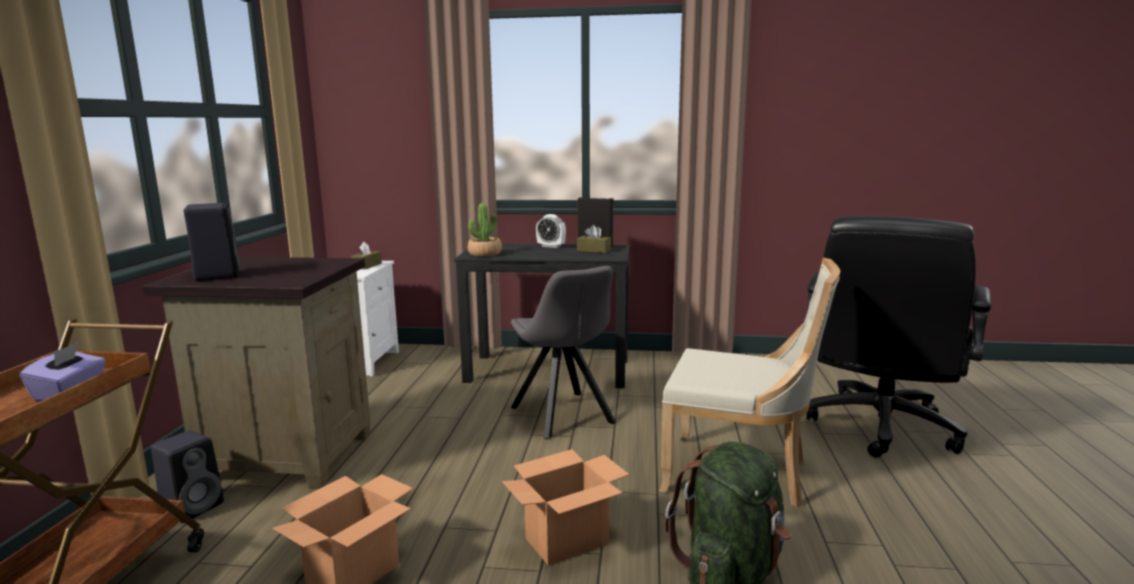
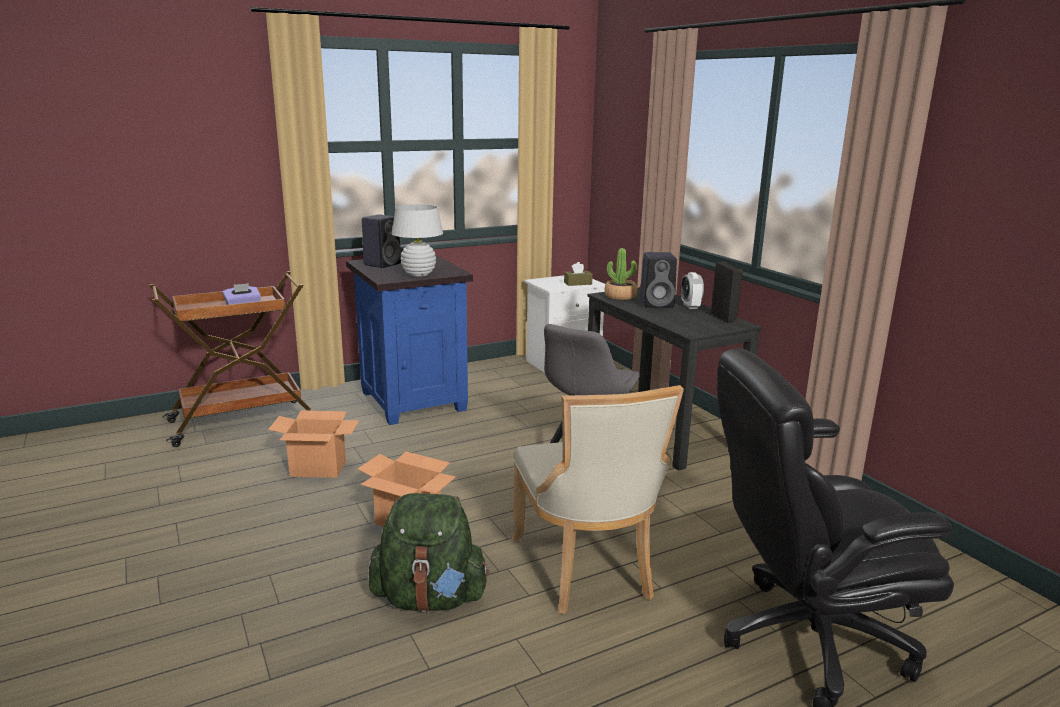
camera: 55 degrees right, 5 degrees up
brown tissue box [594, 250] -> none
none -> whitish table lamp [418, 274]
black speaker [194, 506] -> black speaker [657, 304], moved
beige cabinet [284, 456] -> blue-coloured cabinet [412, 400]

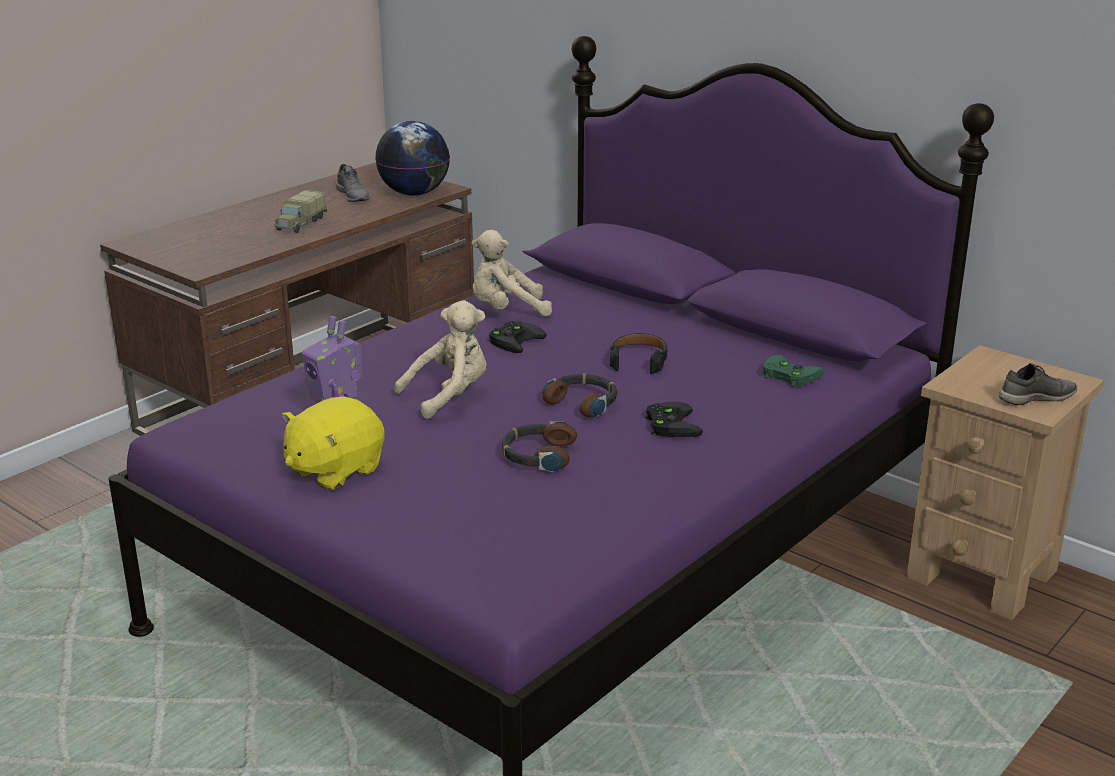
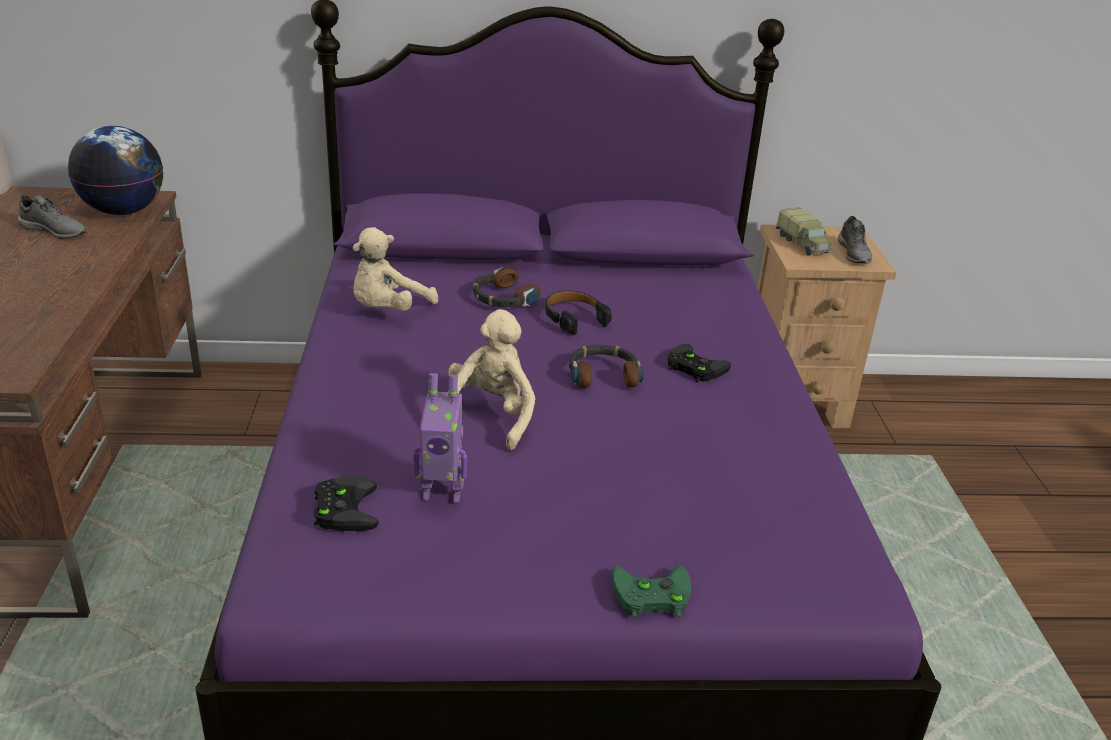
camera: 45 degrees left, 5 degrees up
yellow-coloured soft toy [334, 470] -> none
toy lorry [300, 224] -> toy lorry [803, 244], moved
black game controller [515, 339] -> black game controller [343, 507], moved
pair of headphones [537, 455] -> pair of headphones [503, 298], moved
green game controller [787, 375] -> green game controller [649, 595], moved
grey item of footwear [1035, 397] -> grey item of footwear [854, 253], 150 degrees clockwise

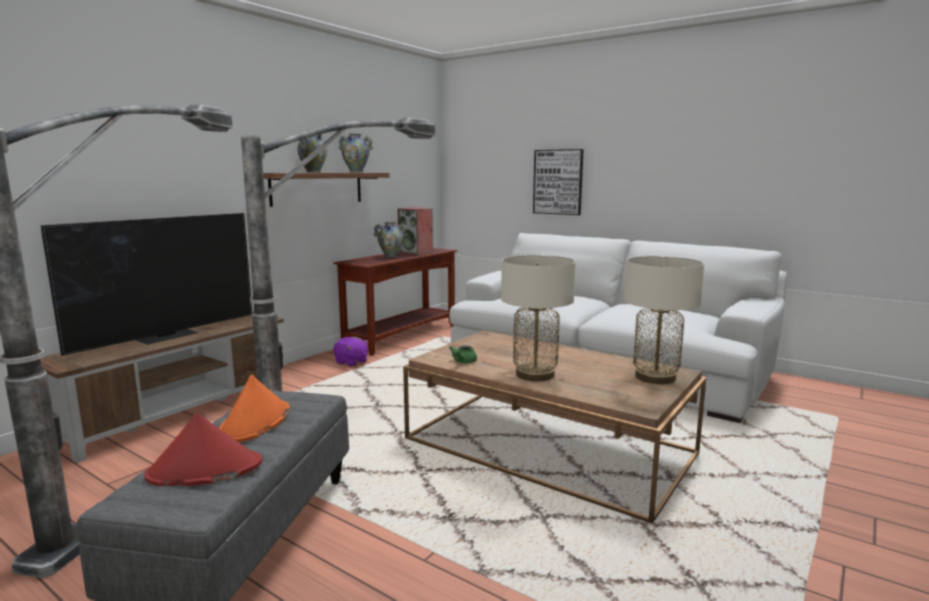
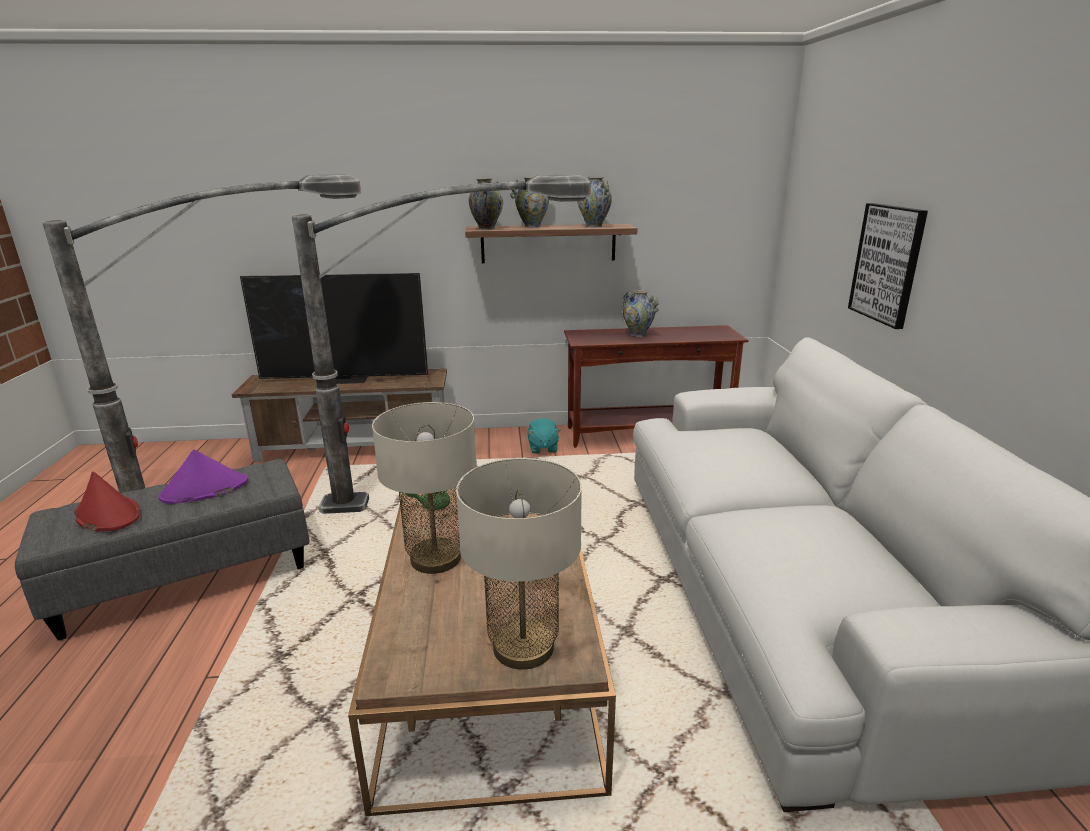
camera: 50 degrees right, 10 degrees up
speaker [416, 253] -> none
none -> vase [486, 228]
orangey clothing hat [255, 422] -> purple clothing hat [204, 489]
purple soft toy [351, 362] -> turquoise-coloured soft toy [542, 448]

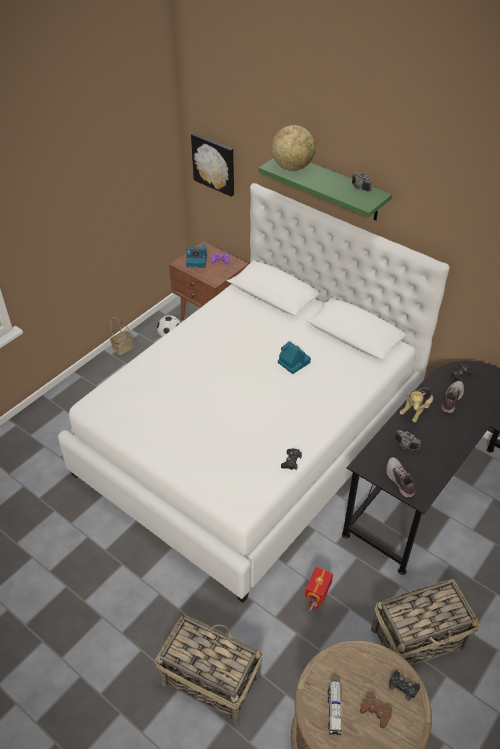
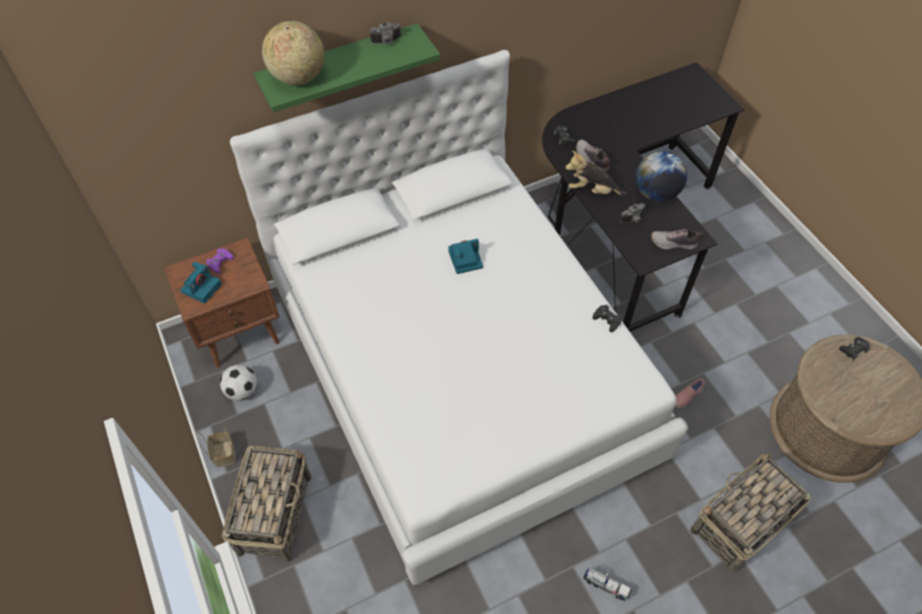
camera: 65 degrees left, 10 degrees up
wall picture [214, 163] -> none
brown game controller [376, 712] -> none
none -> world globe [656, 193]
toy lorry [334, 710] -> toy lorry [605, 585], moved
household basket [419, 638] -> household basket [275, 513], moved
model robot [316, 601] -> pink-coloured item of footwear [686, 396]
soft toy [416, 410] -> soft toy [592, 190], 135 degrees clockwise

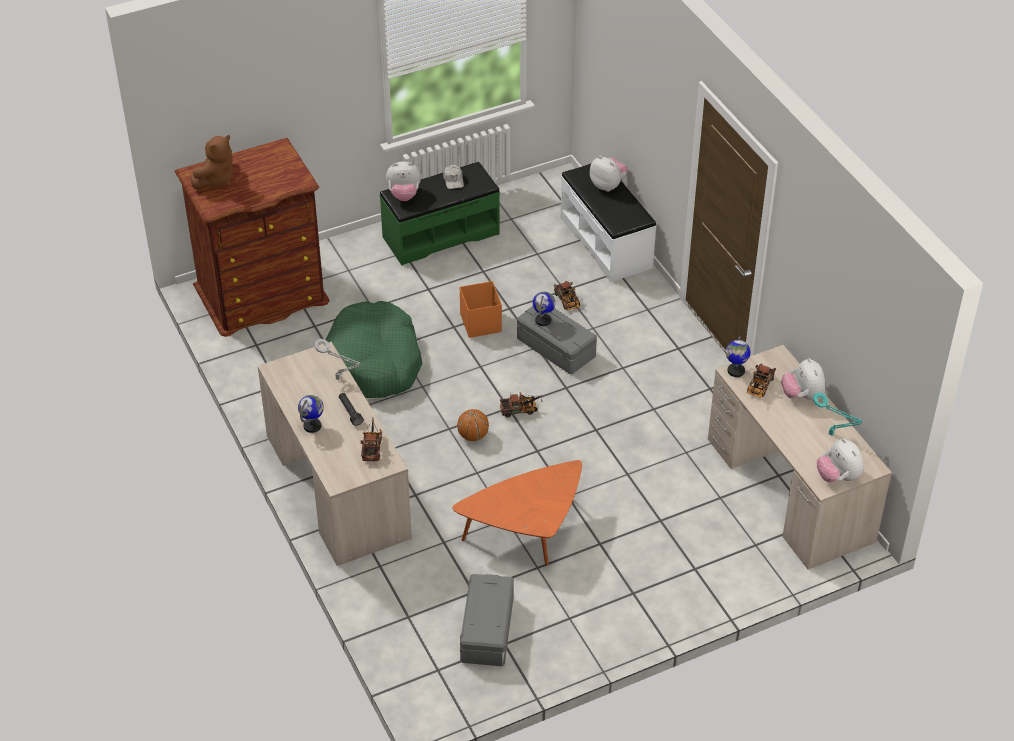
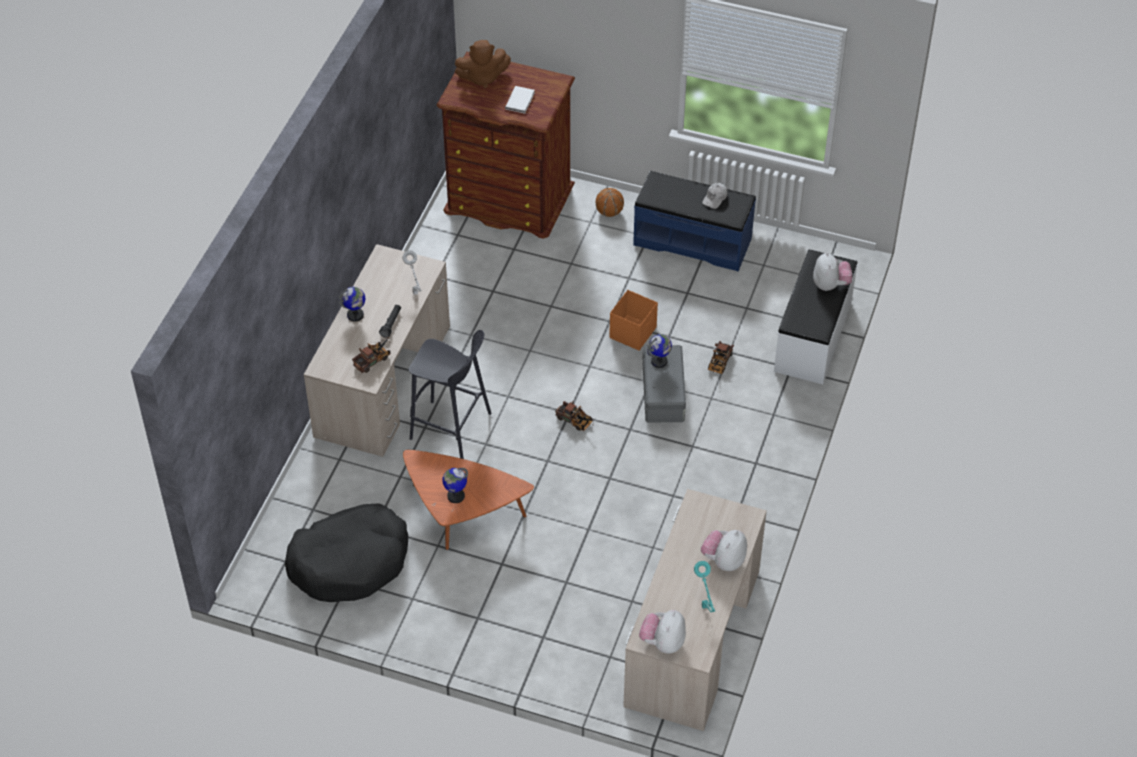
camera: 45 degrees right, 5 degrees up
green pet bed [375, 362] -> none
soft toy [404, 195] -> none
toy lorry [759, 387] -> none
none -> grey stool seat [451, 430]
none -> whitish volume [521, 100]
basketball [473, 436] -> basketball [609, 212], moved
world globe [735, 371] -> world globe [455, 496], moved
grey storage box [488, 630] -> black pet bed [350, 562]
green bench [440, 235] -> blue-coloured bench [692, 241]

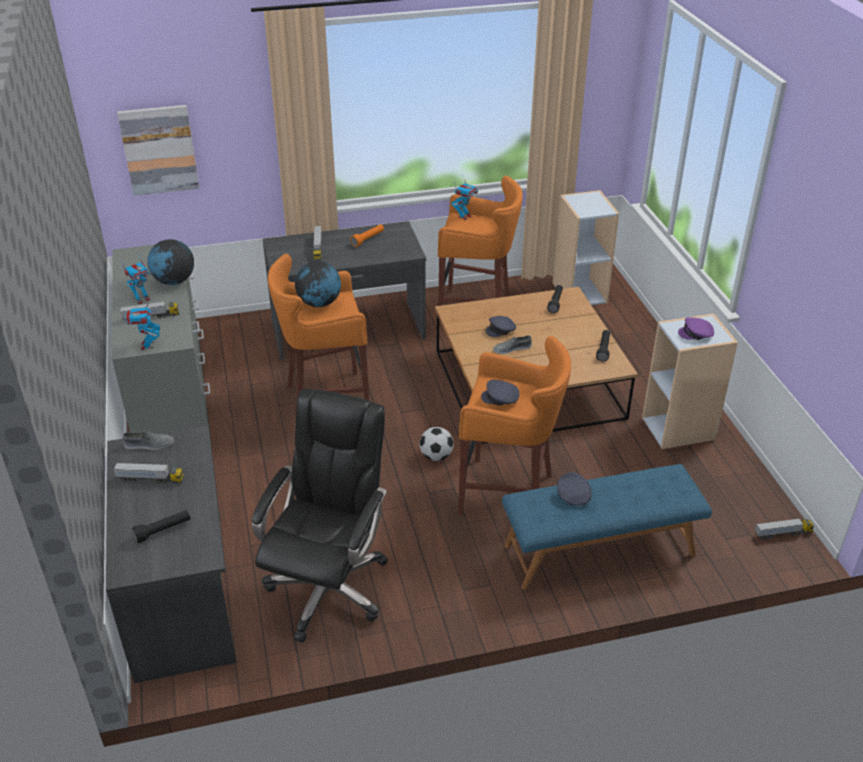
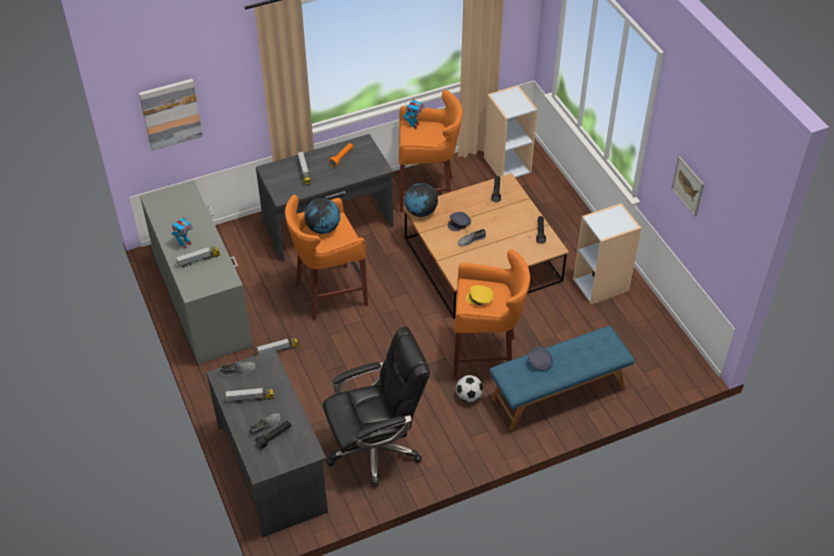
camera: 10 degrees left, 10 degrees up
model robot [147, 345] -> none
purple cap [696, 334] -> none
none -> grey item of footwear [265, 427]
none -> wall picture [688, 186]
world globe [174, 281] -> world globe [420, 212], moved
football [436, 456] -> football [469, 396], moved
toy lorry [782, 534] -> toy lorry [278, 350], moved
grey cap [500, 398] -> yellow-coloured cap [480, 298]
black desk chair [329, 588] -> black desk chair [375, 449], 60 degrees clockwise

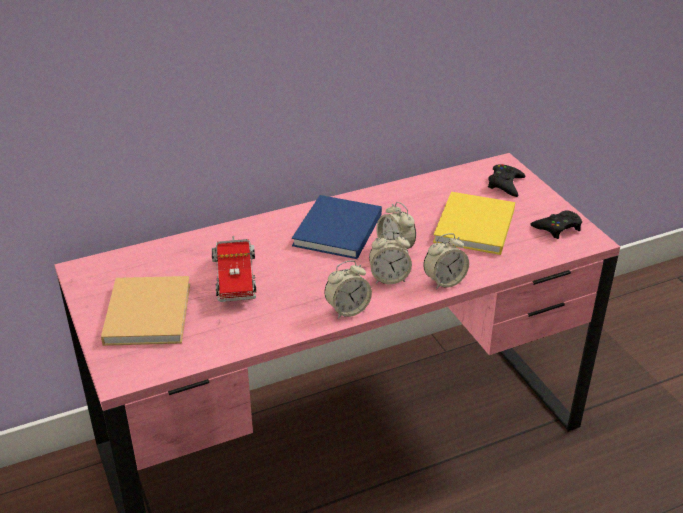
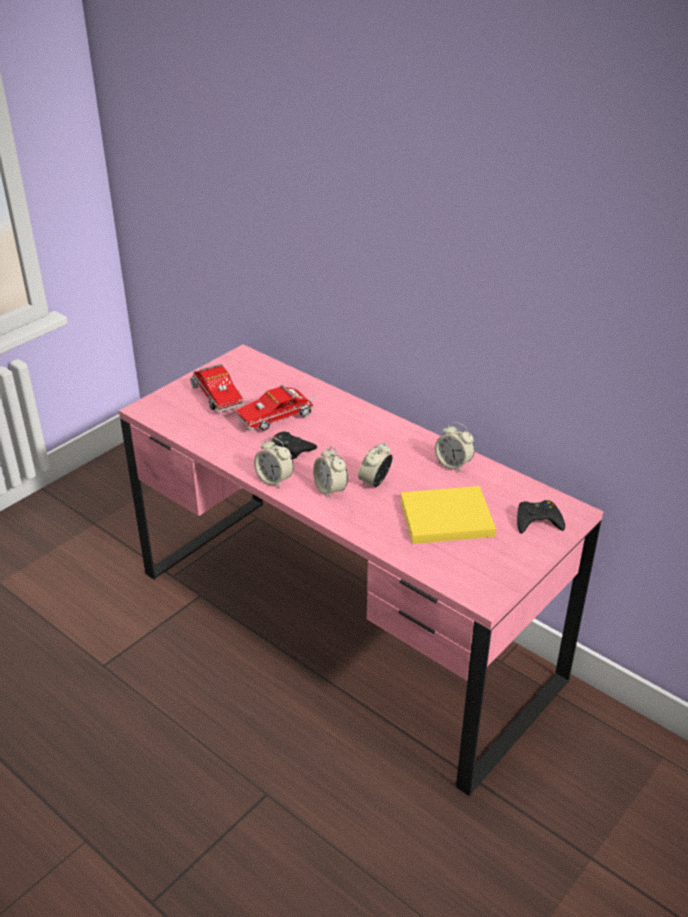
camera: 65 degrees right, 0 degrees up
blue-coloured volume [336, 231] -> none
bedside clock [444, 281] -> bedside clock [453, 464], moved
black game controller [557, 227] -> black game controller [292, 448], moved
beige volume [148, 311] -> toy lorry [216, 396]

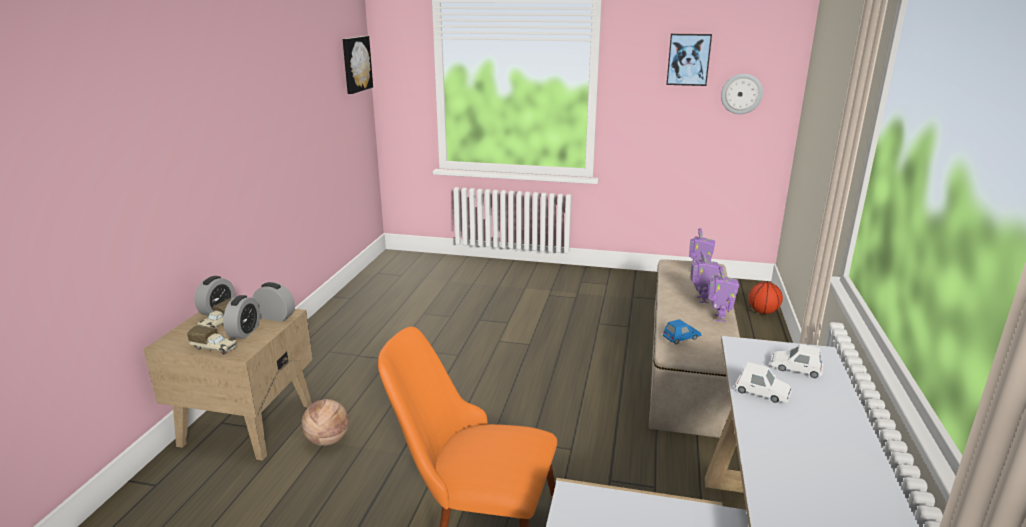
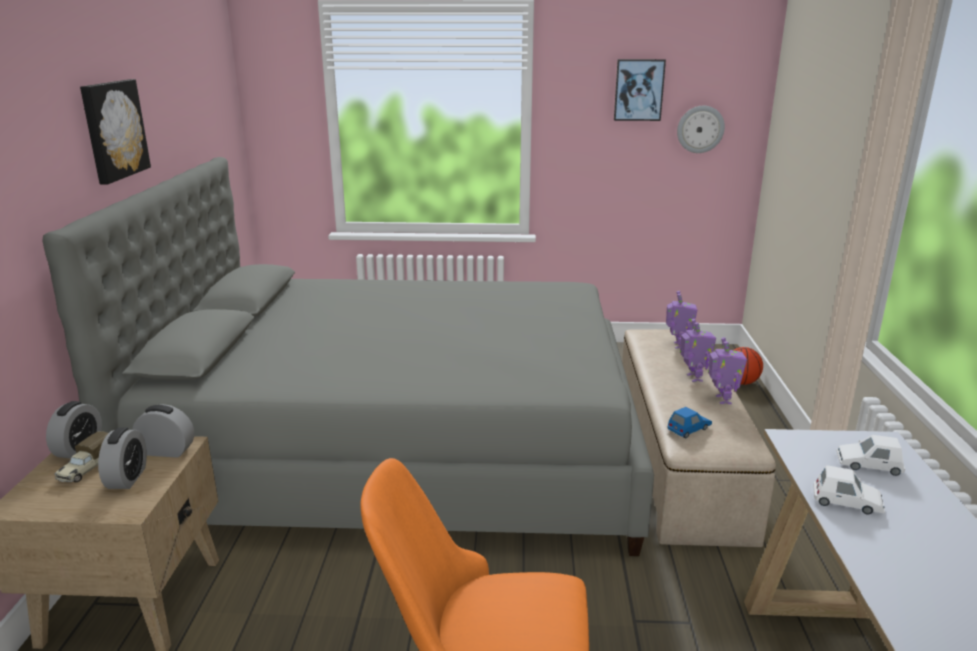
camera: 10 degrees left, 0 degrees up
toy lorry [215, 348] -> none
basketball [327, 441] -> none
none -> grey bedroom bed [400, 449]
wall picture [355, 64] -> wall picture [113, 130], moved

